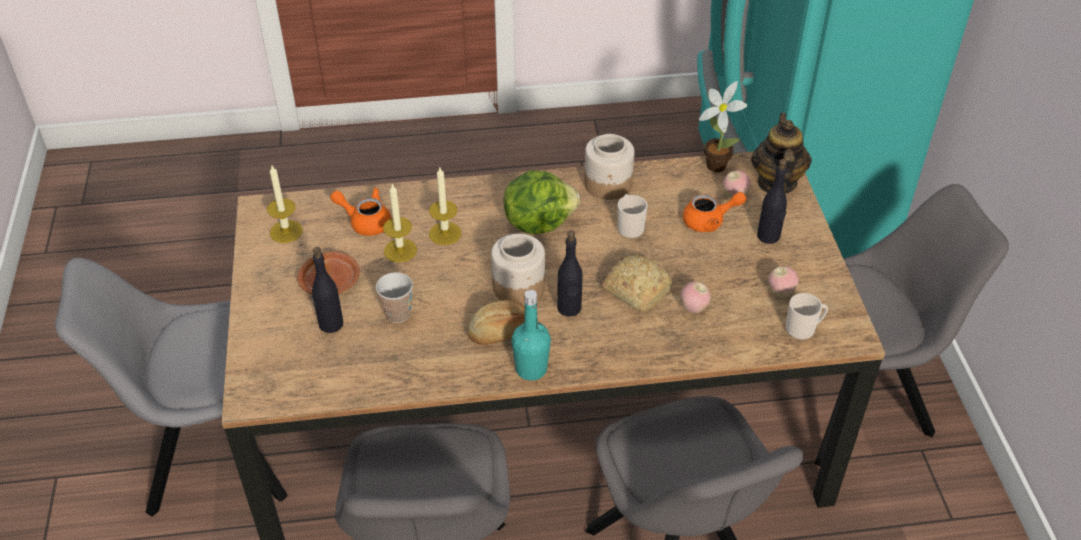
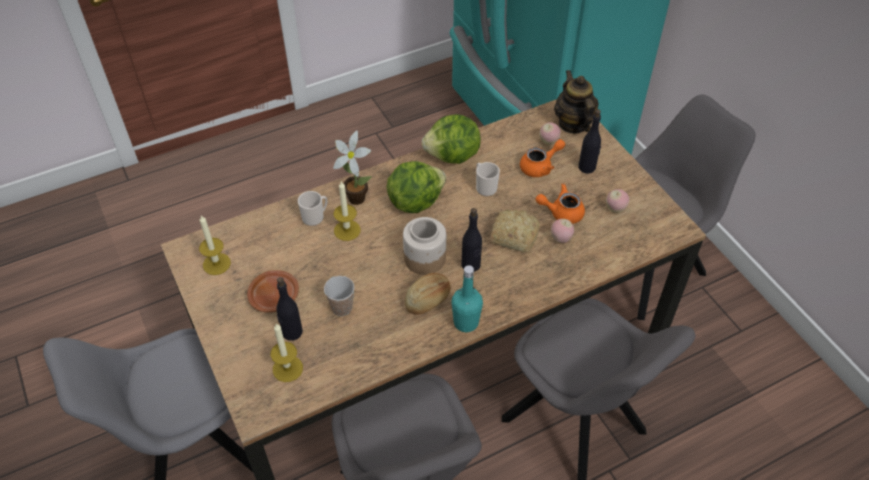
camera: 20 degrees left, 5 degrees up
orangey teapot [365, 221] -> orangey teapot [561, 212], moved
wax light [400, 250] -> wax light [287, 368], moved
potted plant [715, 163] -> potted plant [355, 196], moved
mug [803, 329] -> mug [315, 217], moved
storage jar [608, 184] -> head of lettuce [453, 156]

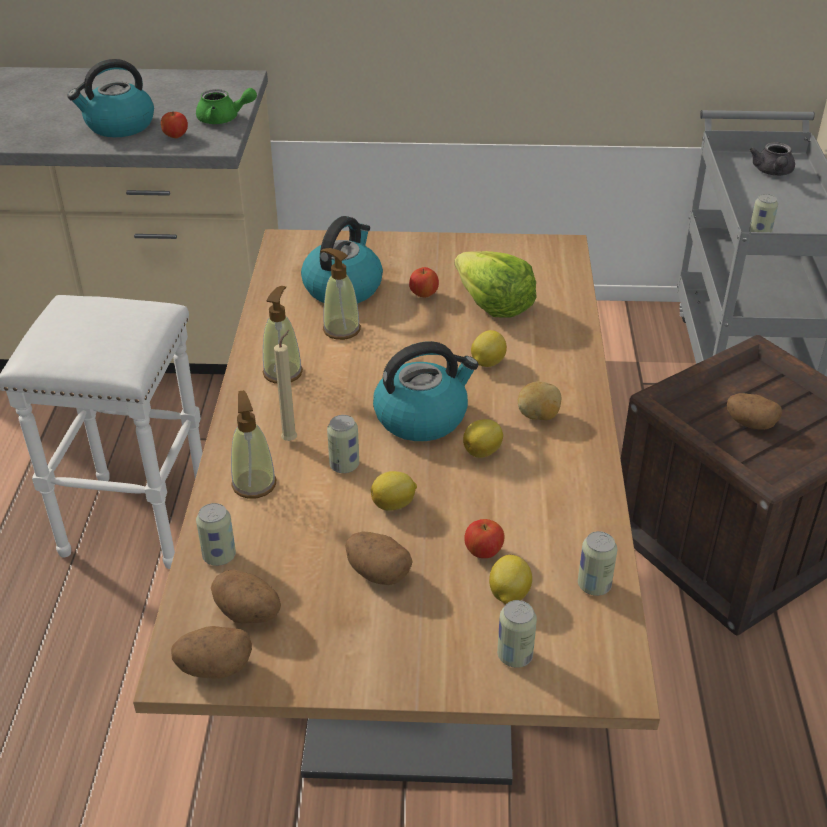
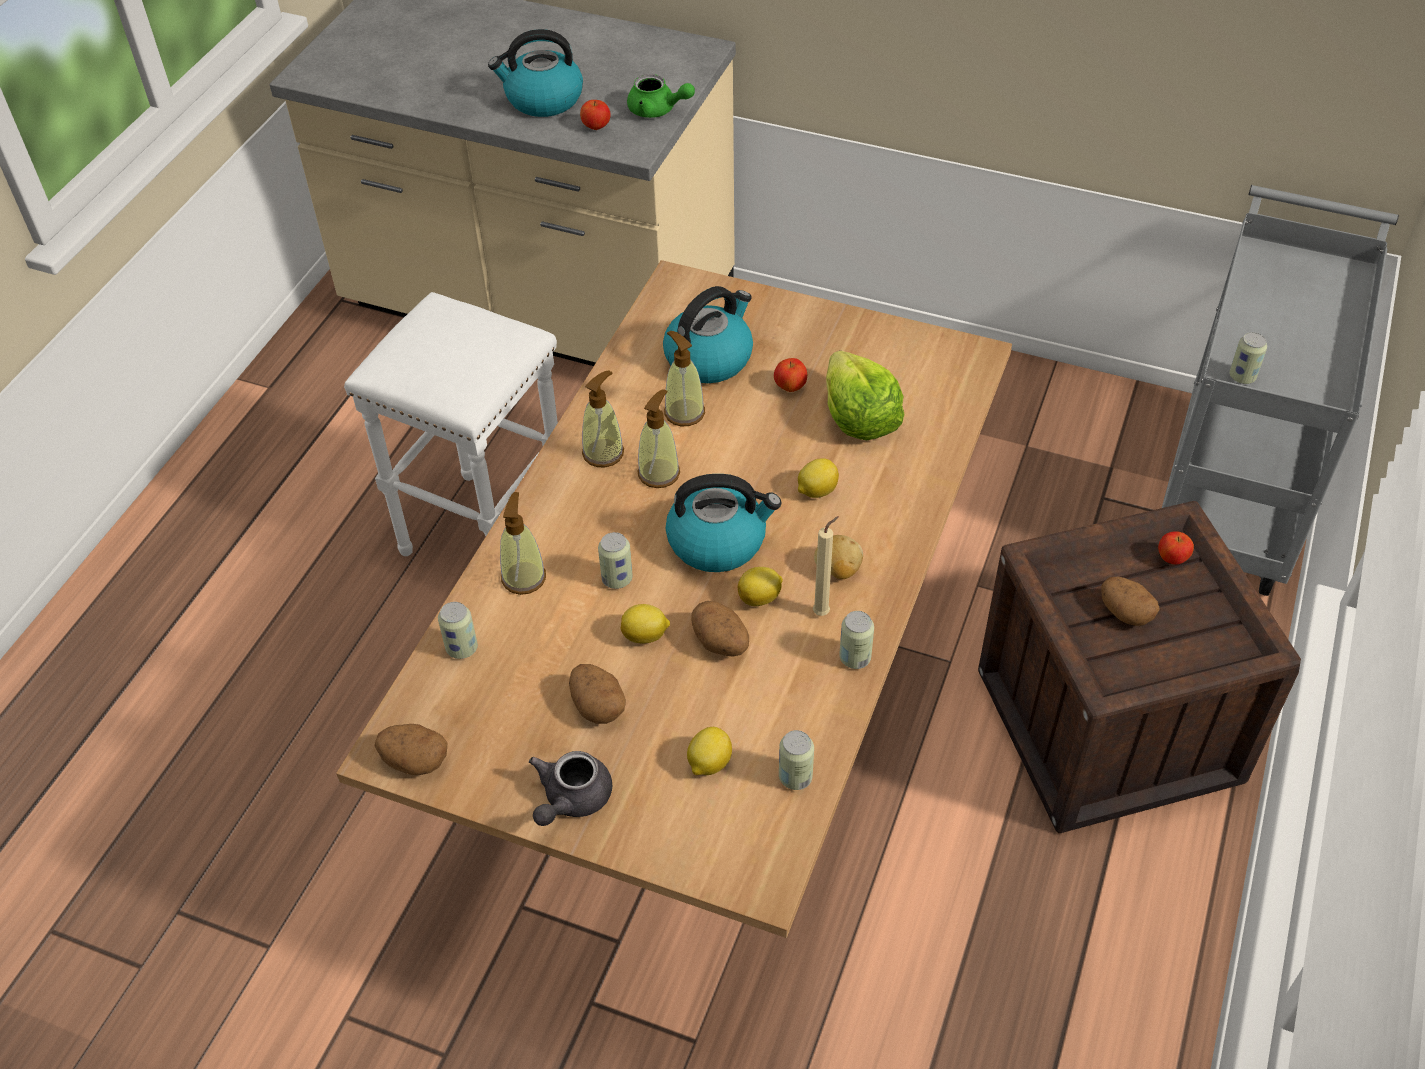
camera: 20 degrees right, 10 degrees up
none -> soap bottle [659, 473]
spud [249, 613] -> spud [721, 643], moved
beige wax light [291, 439] -> beige wax light [823, 612], moved
whole apple [483, 552] -> whole apple [1172, 559], moved
can [514, 656] -> can [855, 658], moved
grey teapot [772, 172] -> grey teapot [571, 799], moved

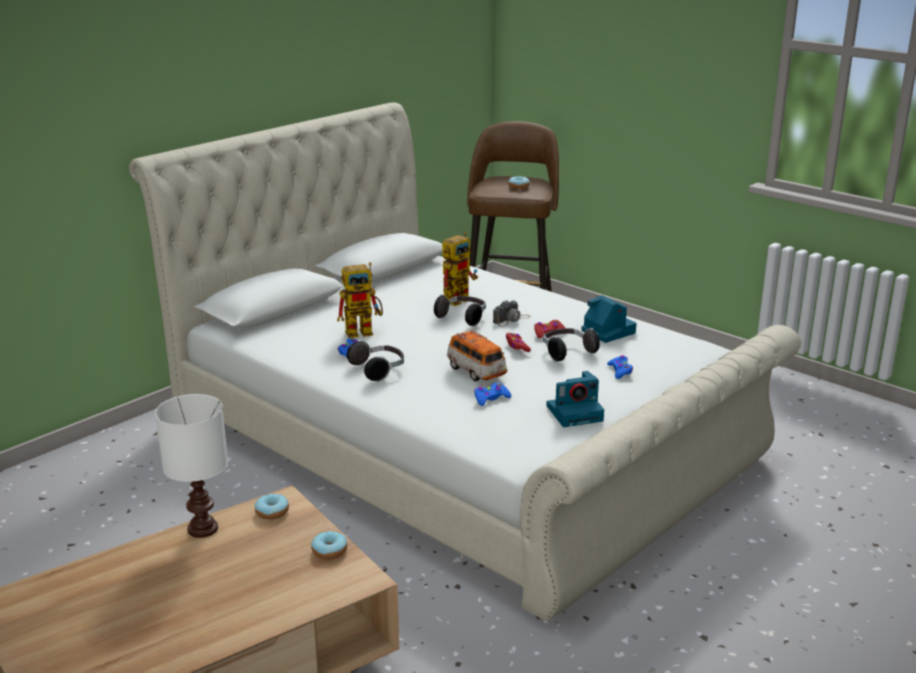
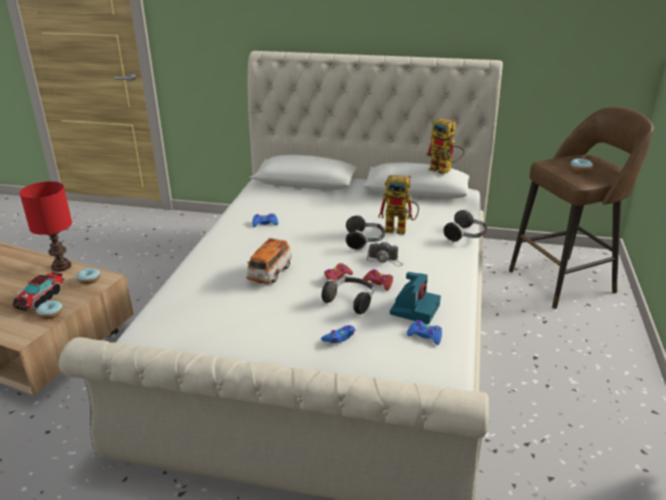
camera: 60 degrees right, 5 degrees up
photo camera [575, 413] -> none
none -> toy lorry [40, 299]
model robot [364, 331] -> model robot [445, 170], moved
pair of headphones [378, 370] -> pair of headphones [466, 236], moved
blue-coloured game controller [491, 398] -> blue-coloured game controller [425, 336], moved
whitish table lamp [202, 530] -> reddish table lamp [60, 267]

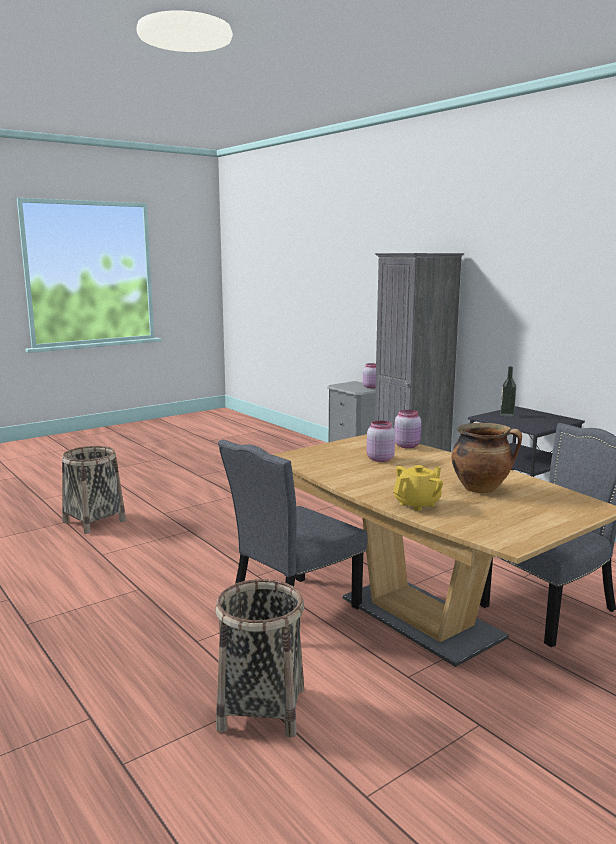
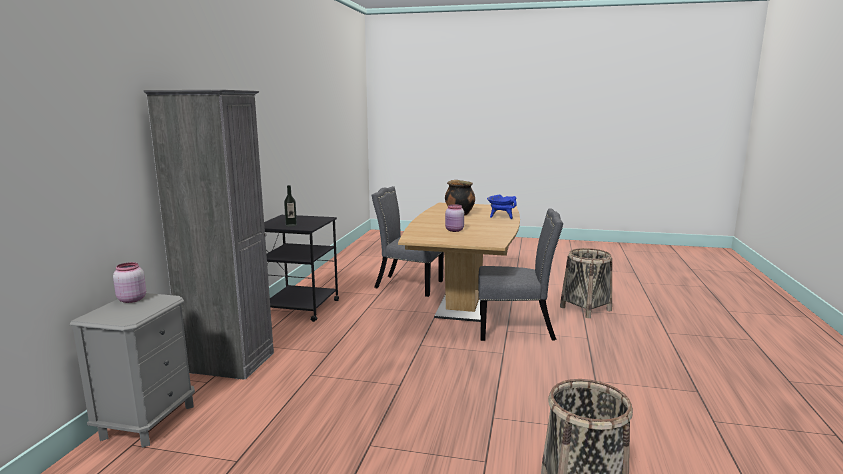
camera: 130 degrees left, 0 degrees up
pink-coloured storage jar [407, 445] -> none
yellow-coloured teapot [417, 504] -> blue-coloured cooking pot [501, 217]

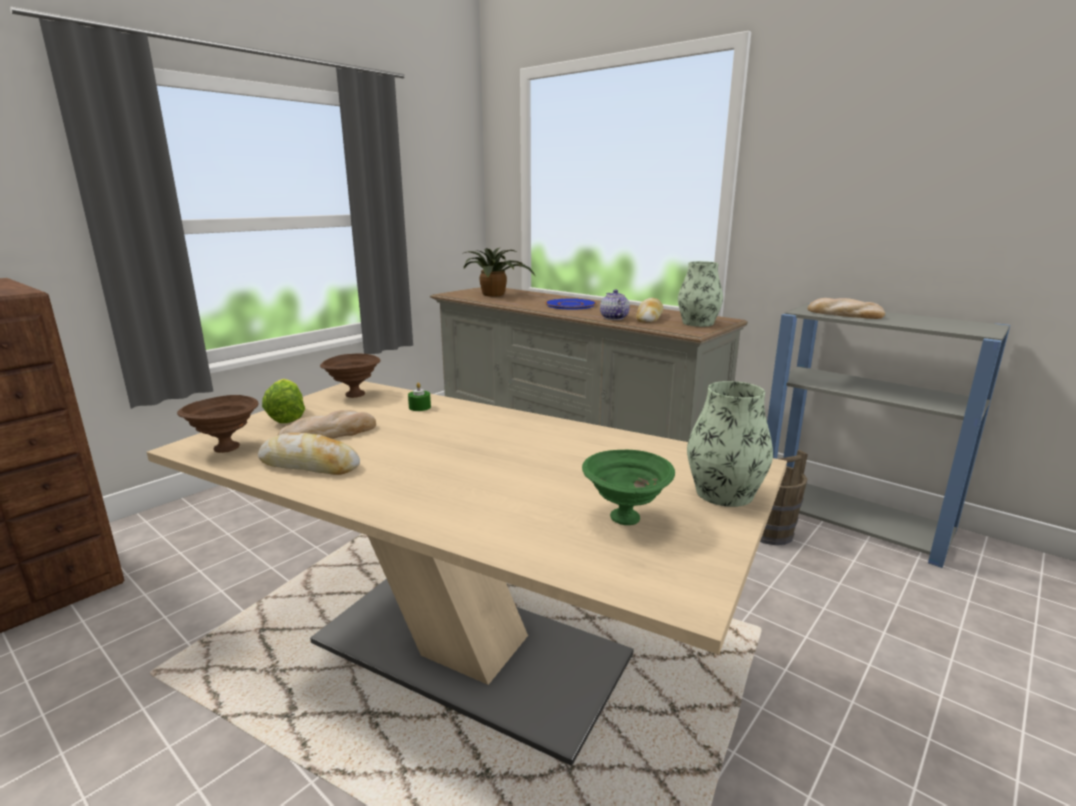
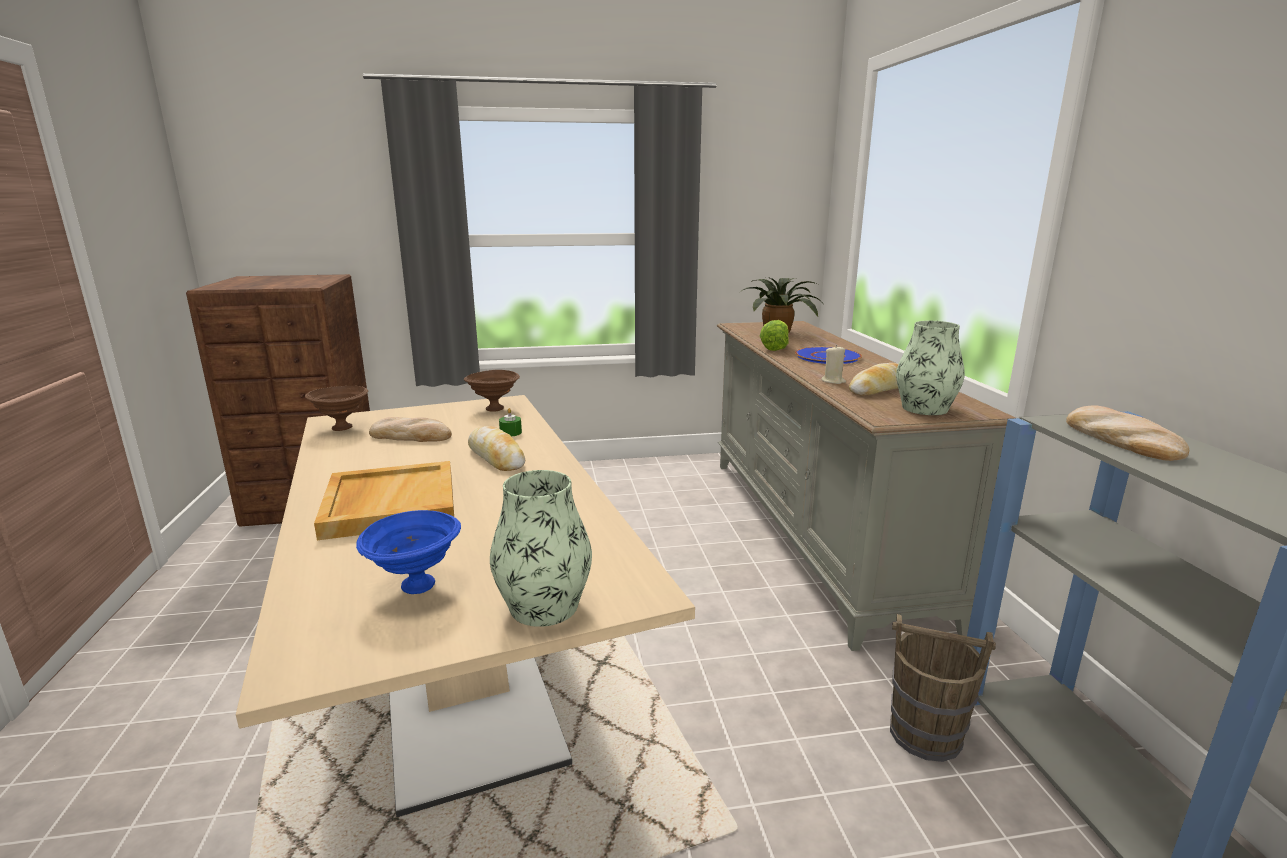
camera: 40 degrees right, 0 degrees up
none -> beige tray [389, 504]
bread [310, 465] -> bread [496, 457], moved
head of lettuce [286, 416] -> head of lettuce [775, 348], moved
teapot [614, 318] -> beige wax light [833, 381]
green bowl [626, 519] -> blue-coloured bowl [416, 587]

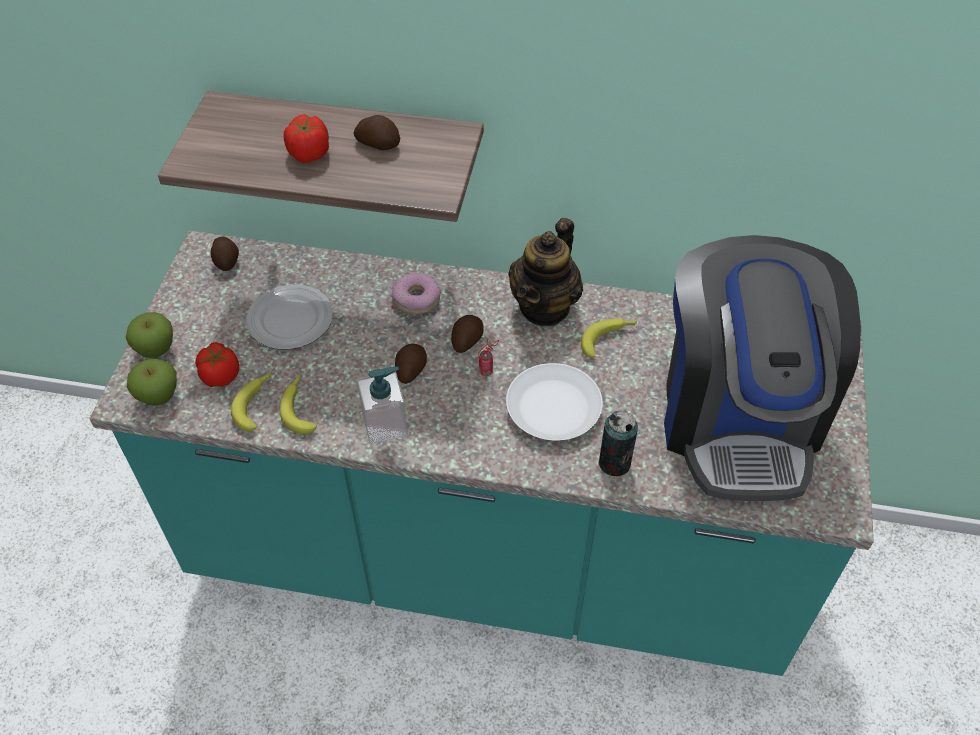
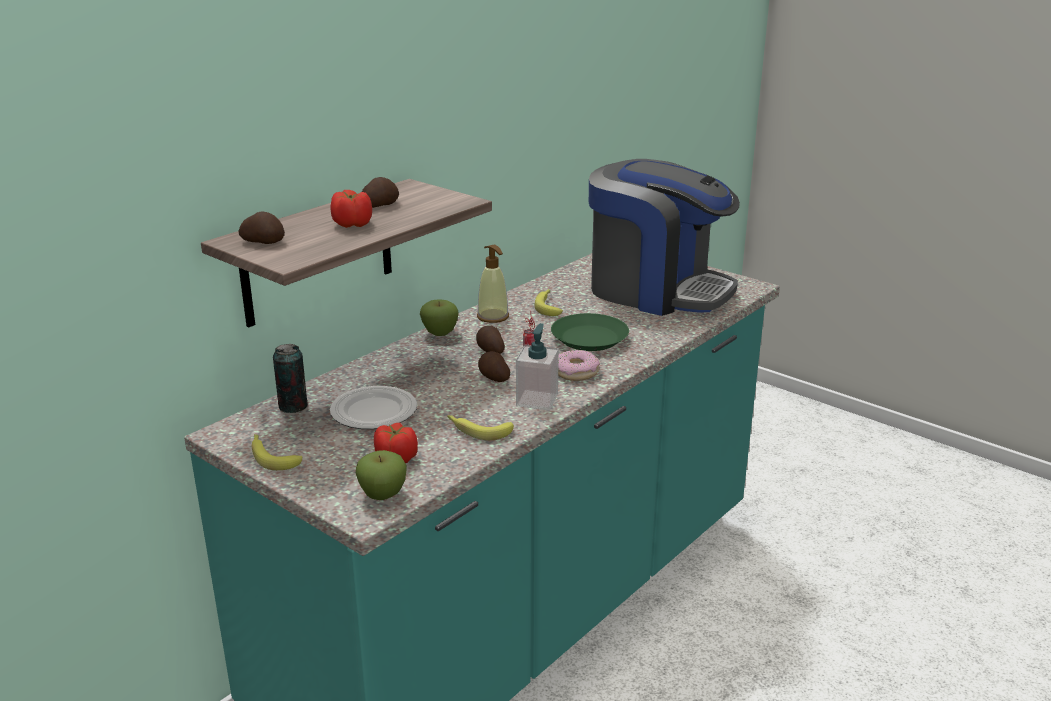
camera: 60 degrees left, 25 degrees down
whole apple [156, 350] -> whole apple [440, 333], moved
spud [226, 260] -> spud [263, 241], moved
whole banana [256, 403] -> whole banana [272, 456], moved
donut [416, 299] -> donut [576, 372], moved
can [614, 463] -> can [293, 406], moved
teapot [545, 307] -> soap bottle [493, 317]
whitish plate [554, 408] -> green plate [590, 338]

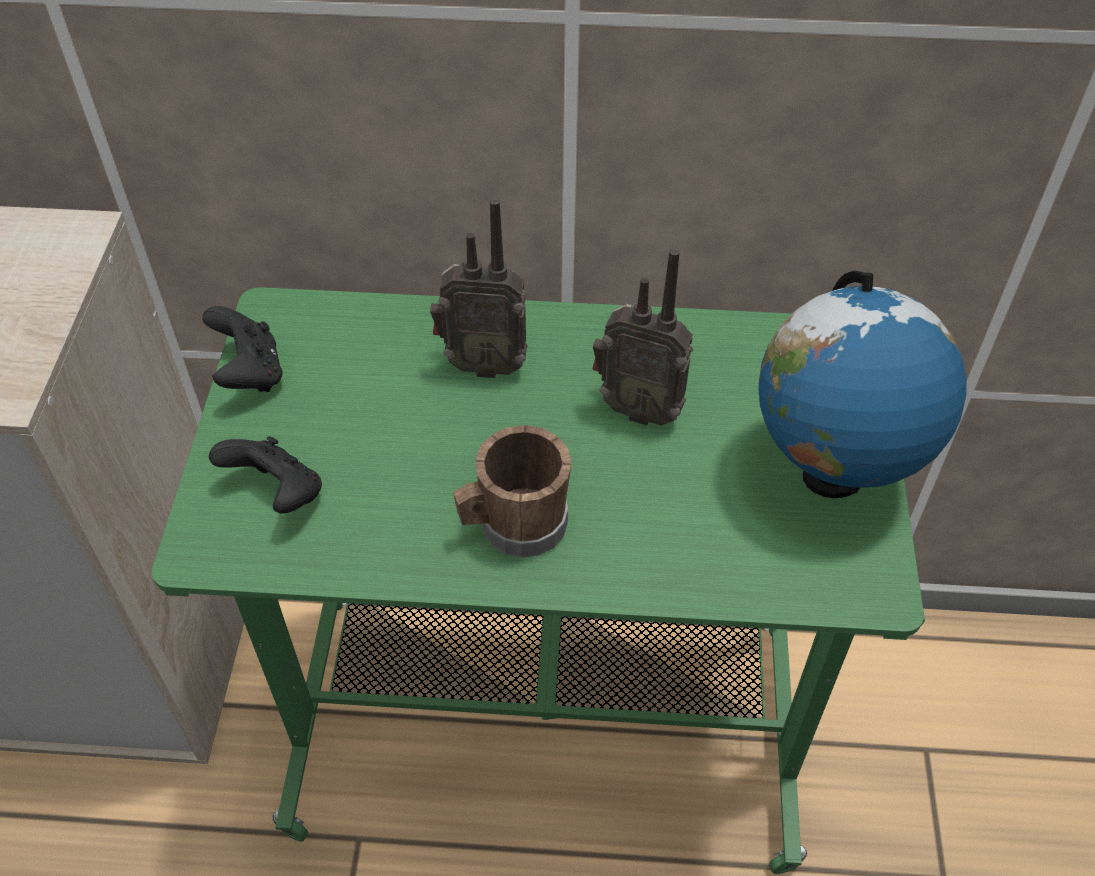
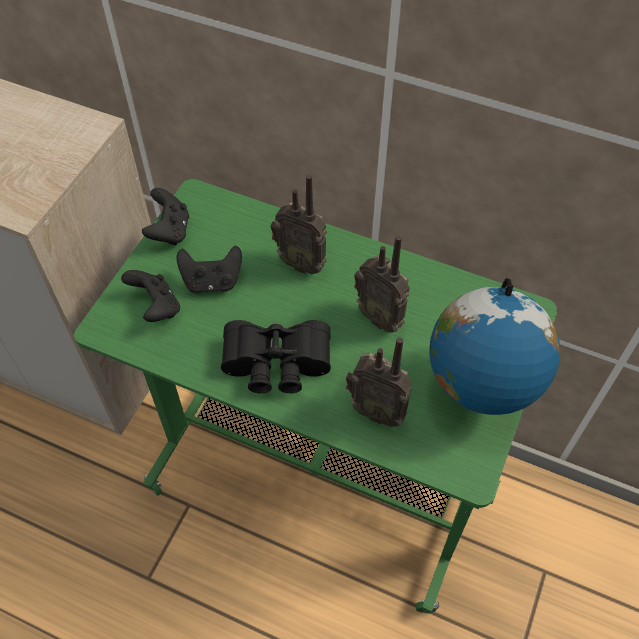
camera: 20 degrees right, 5 degrees up
none -> black game controller [212, 282]
none -> radio [377, 410]
brown mug [514, 525] -> black field glasses [276, 366]

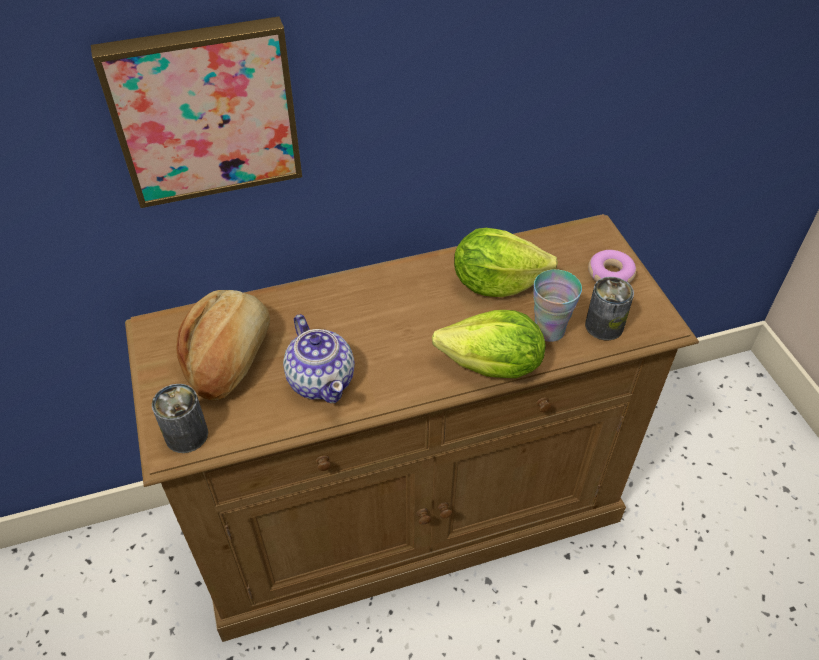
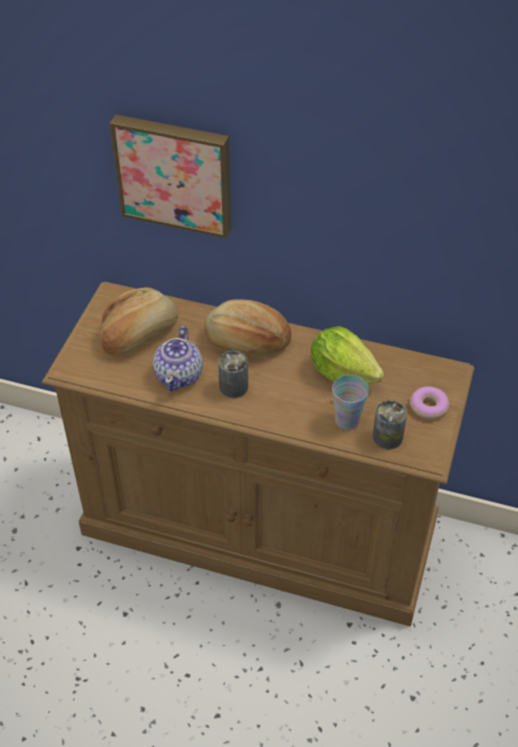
camera: 35 degrees right, 0 degrees up
head of lettuce [492, 367] -> none
none -> bread [247, 341]
can [186, 435] -> can [233, 387], moved

